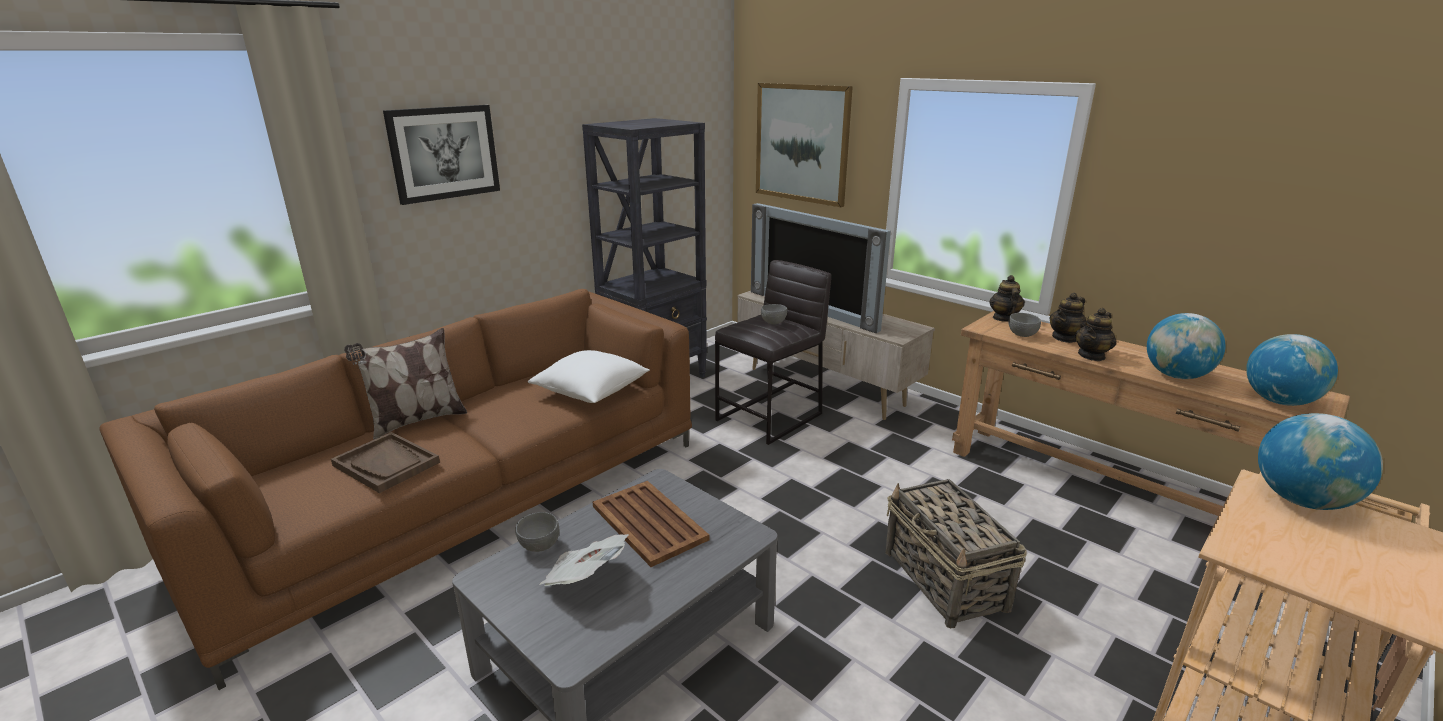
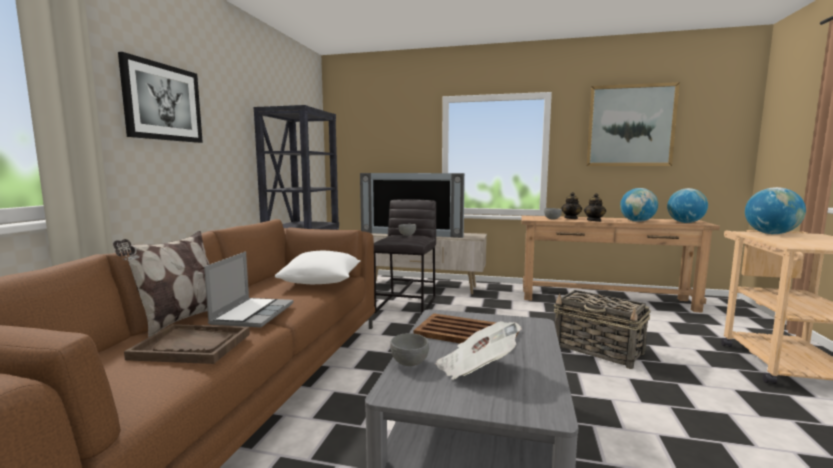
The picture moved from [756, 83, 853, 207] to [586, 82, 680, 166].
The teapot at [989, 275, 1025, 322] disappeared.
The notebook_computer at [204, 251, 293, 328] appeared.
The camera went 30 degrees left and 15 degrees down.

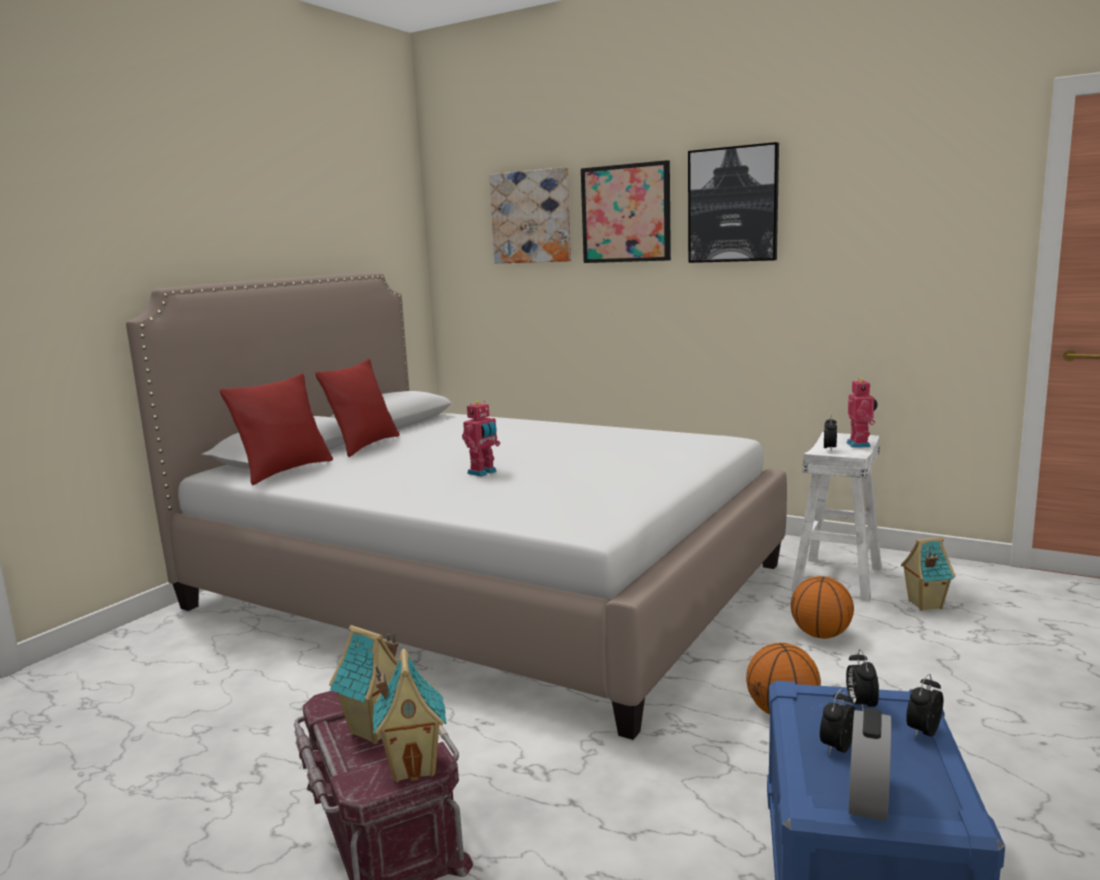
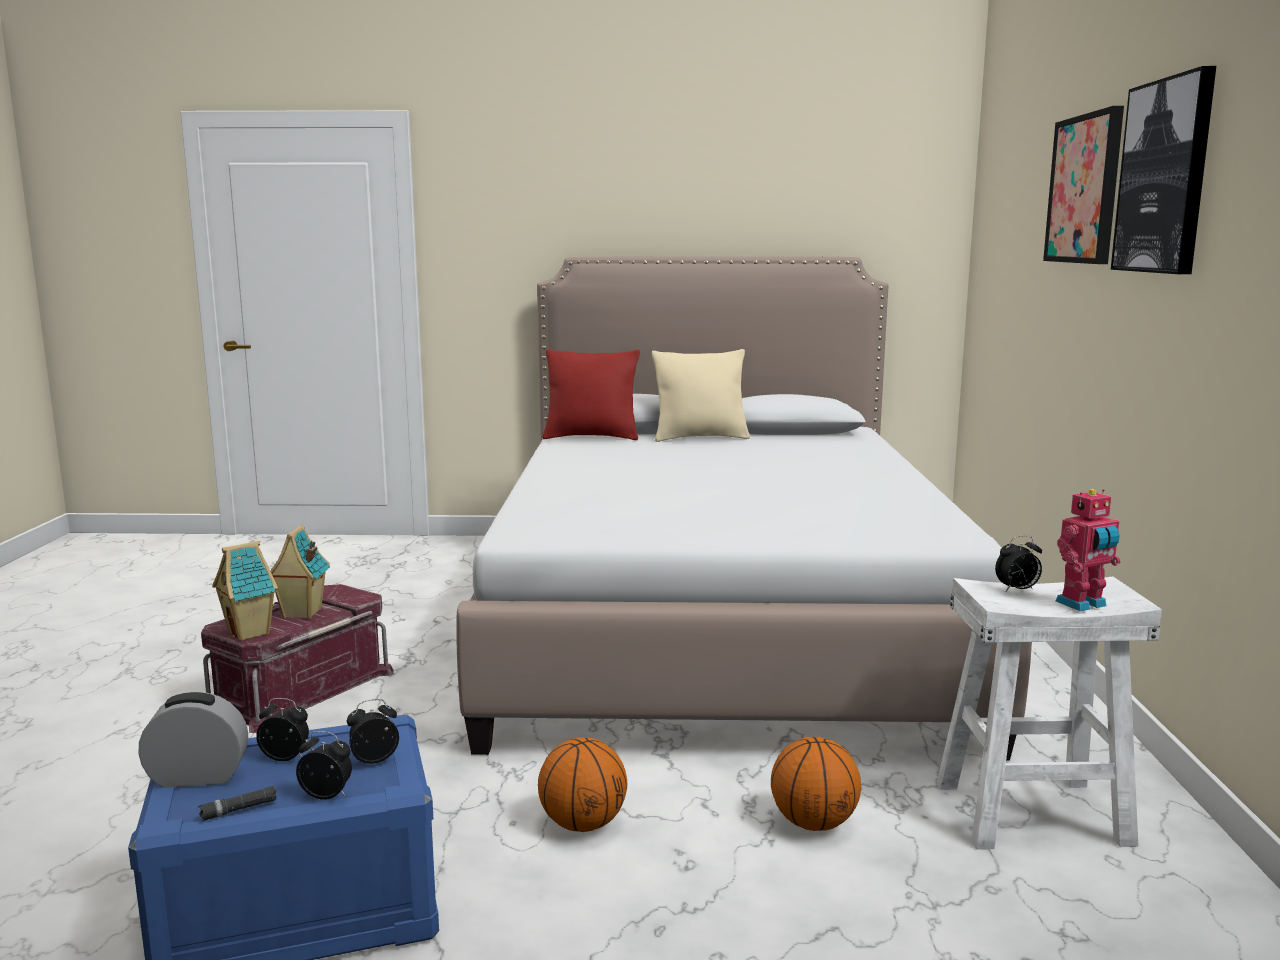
The picture at [489, 167, 571, 264] disappeared.
The reddish_cushion at [315, 359, 400, 457] became the beige_cushion at [652, 349, 750, 442].
The model_robot at [462, 401, 500, 477] disappeared.
The miniature_house at [901, 537, 956, 611] disappeared.
The black-coloured_hand_torch at [199, 786, 277, 821] appeared.
The camera went 60 degrees right and 0 degrees up.

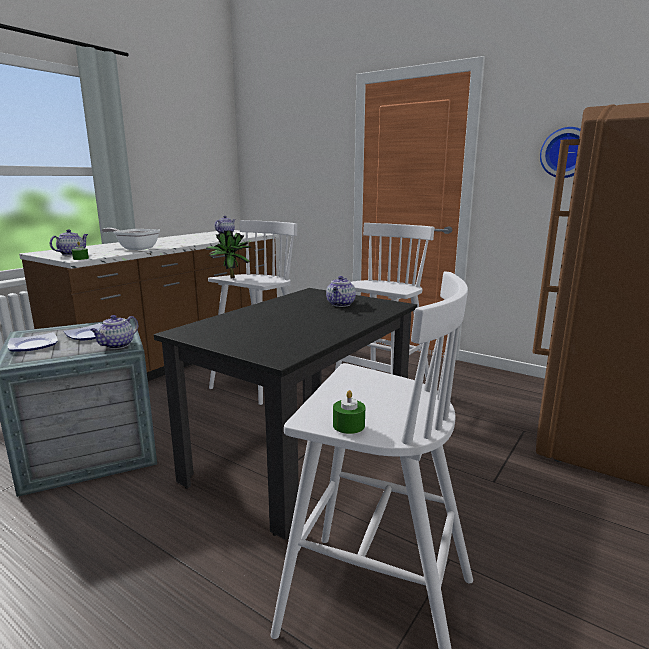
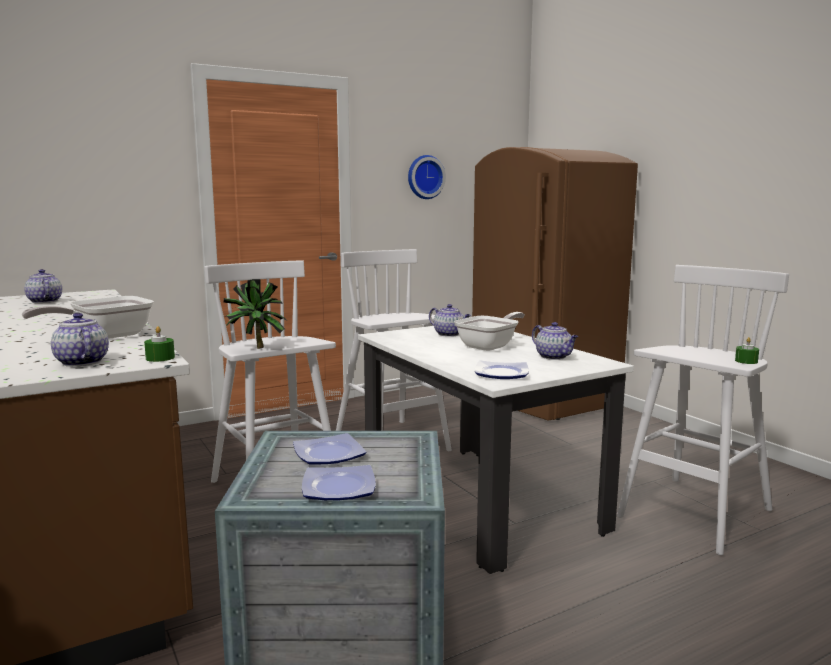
The black-coloured_dining_table at [154, 288, 417, 540] became the white_dining_table at [358, 326, 634, 574].
The teapot moved from [90, 315, 138, 349] to [532, 322, 578, 360].
The skillet at [454, 312, 525, 351] appeared.
The dinner_plate at [475, 360, 529, 379] appeared.
The camera went 65 degrees left and 5 degrees down.

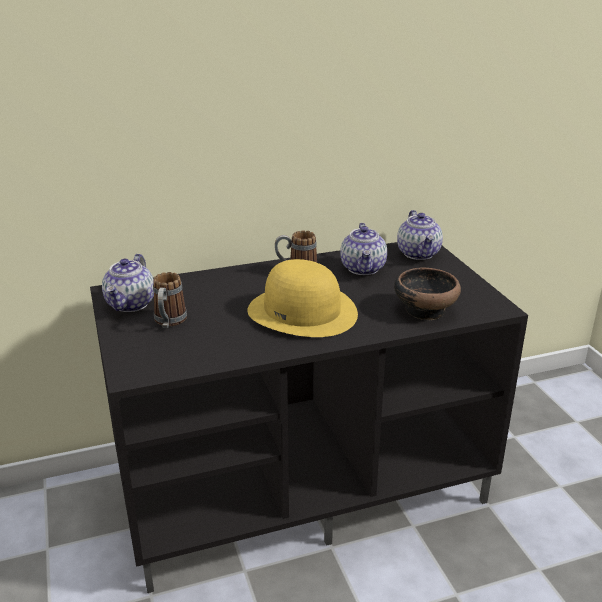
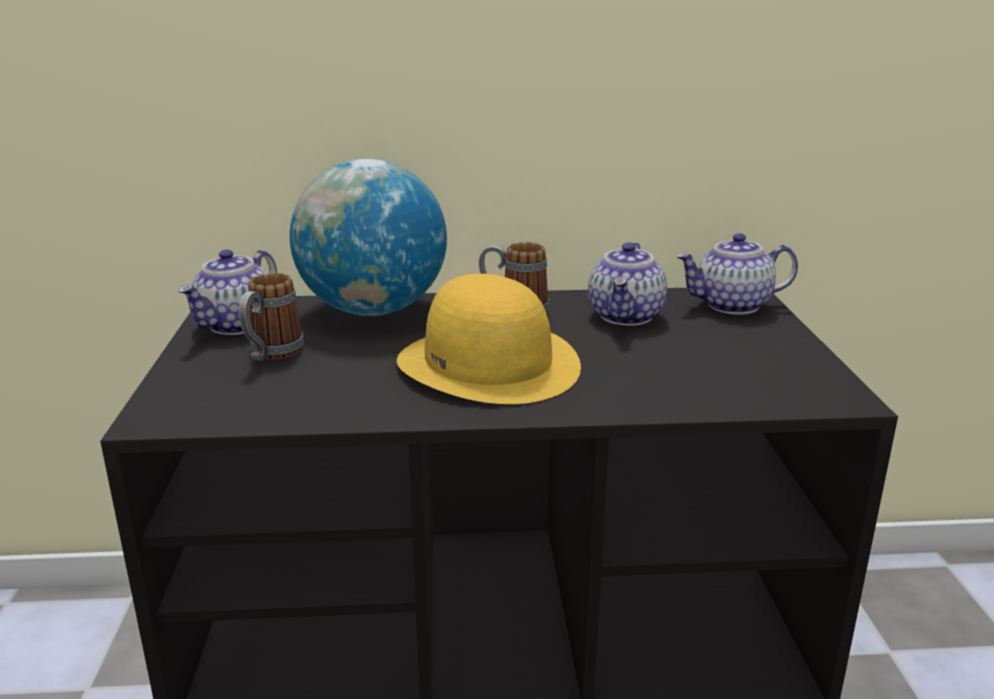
The teapot at [397, 210, 443, 260] turned 75 degrees clockwise.
The serving_bowl at [394, 268, 461, 320] disappeared.
The globe at [290, 159, 447, 316] appeared.
The camera went 15 degrees right and 5 degrees down.

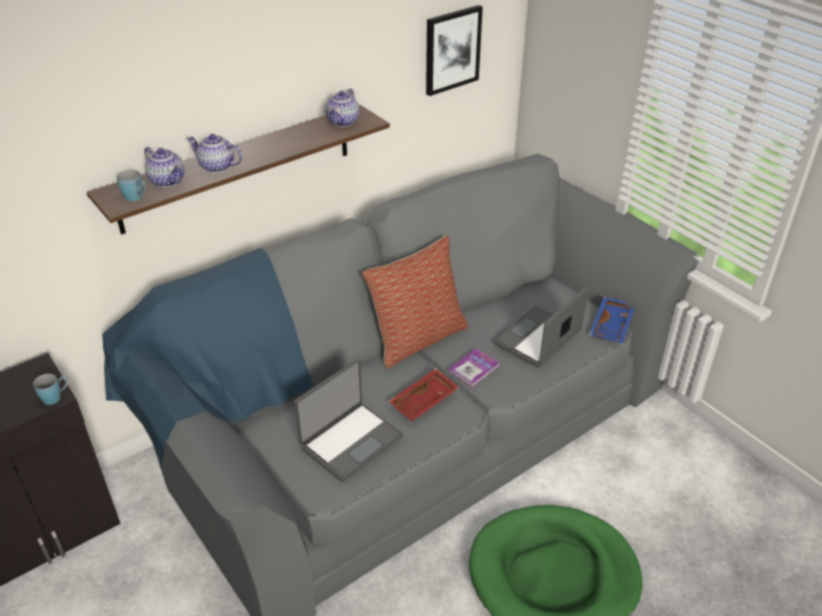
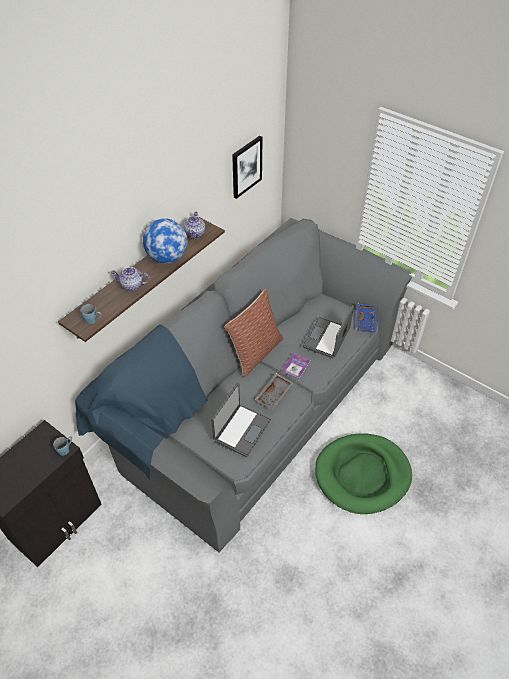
The teapot at [144, 147, 185, 187] disappeared.
The reddish_carrying_tray at [389, 368, 460, 422] became the grey_carrying_tray at [255, 373, 294, 410].
The globe at [143, 218, 188, 264] appeared.
The camera went 15 degrees left and 10 degrees up.

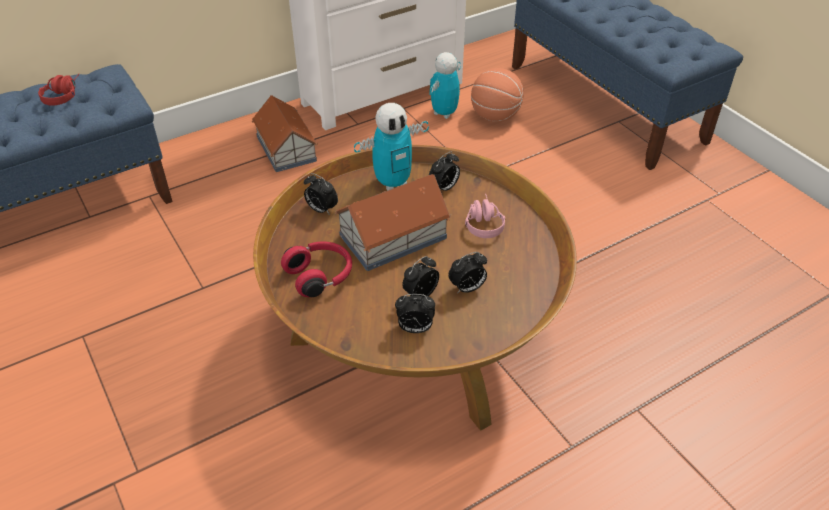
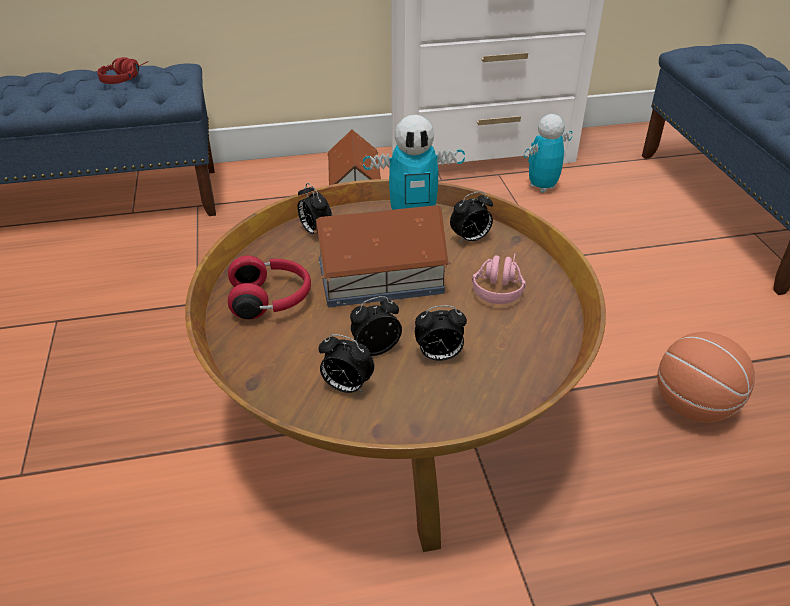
The basketball moved from [471, 68, 524, 122] to [657, 332, 755, 423].
The camera went 20 degrees right and 5 degrees down.

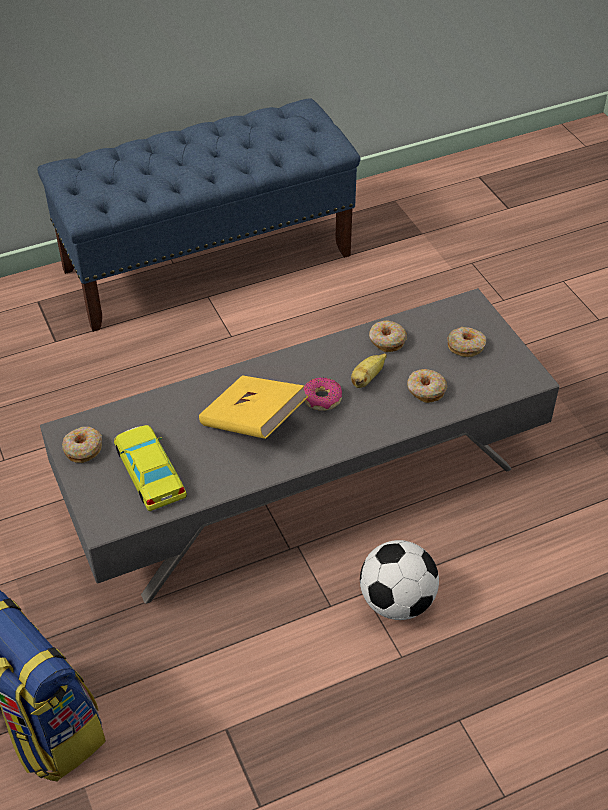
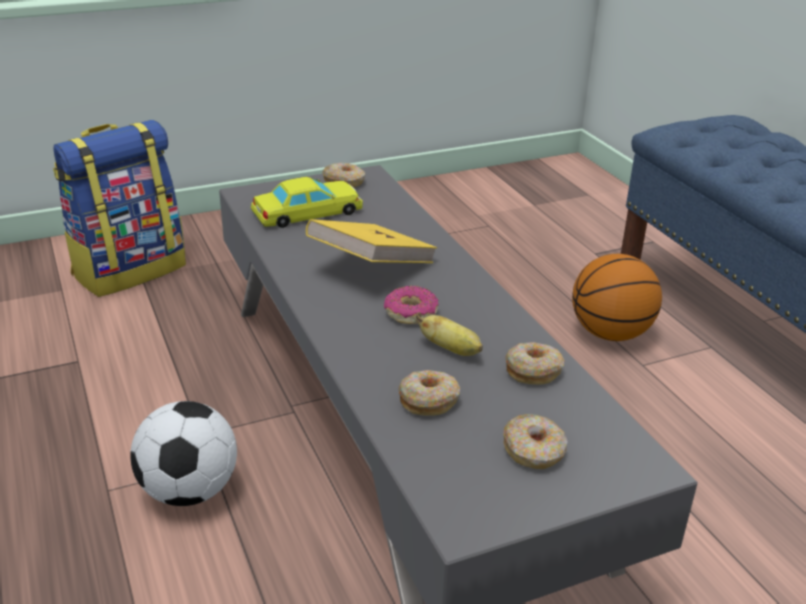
The basketball at [572, 254, 662, 341] appeared.
The camera went 90 degrees right and 15 degrees down.

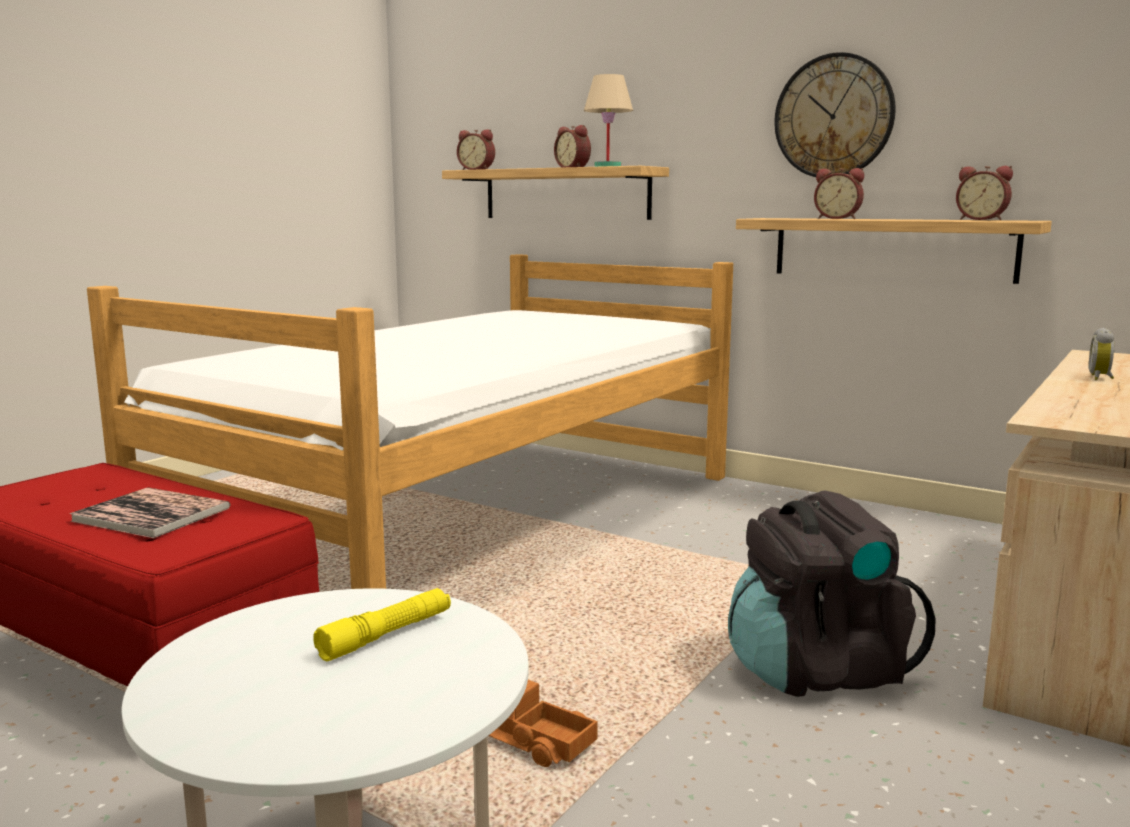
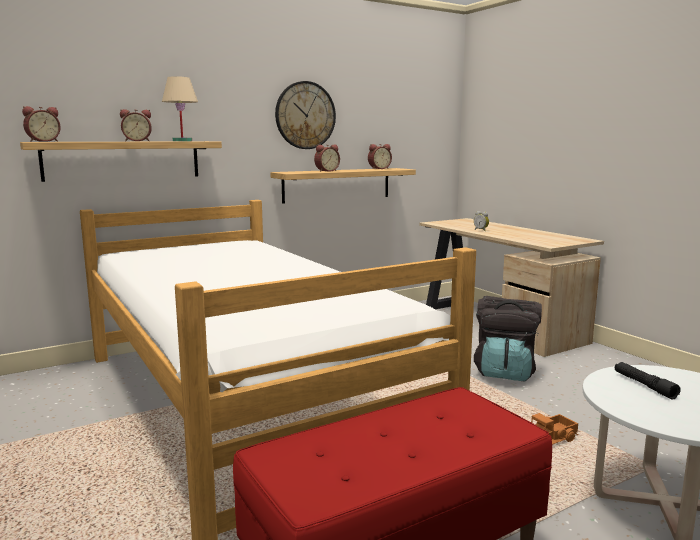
The bound_book at [69, 487, 230, 538] disappeared.
The yellowish_hand_torch at [313, 588, 451, 661] became the black-coloured_hand_torch at [615, 362, 681, 400].
The camera went 65 degrees left and 0 degrees up.

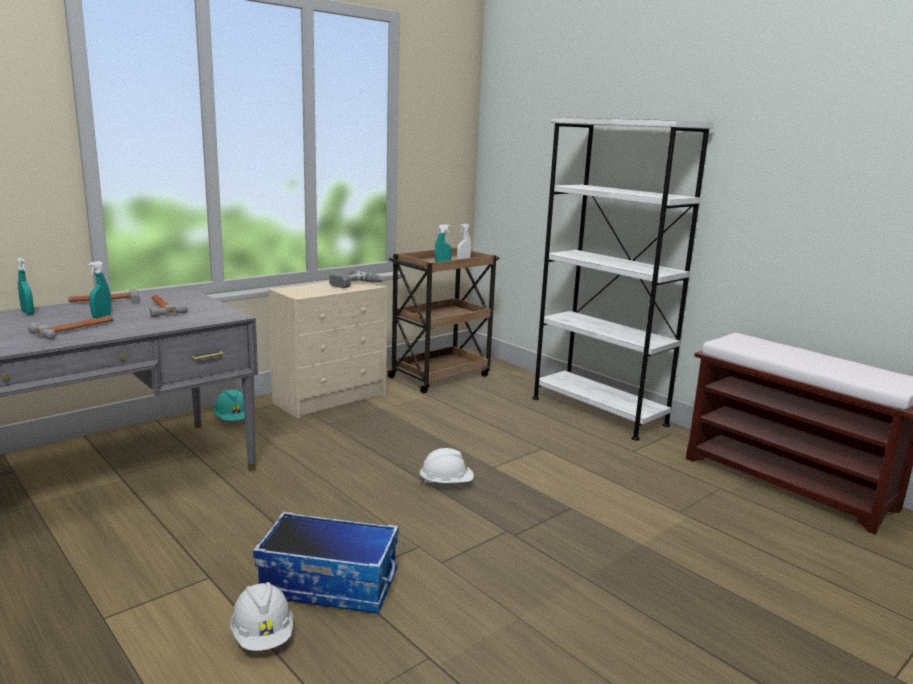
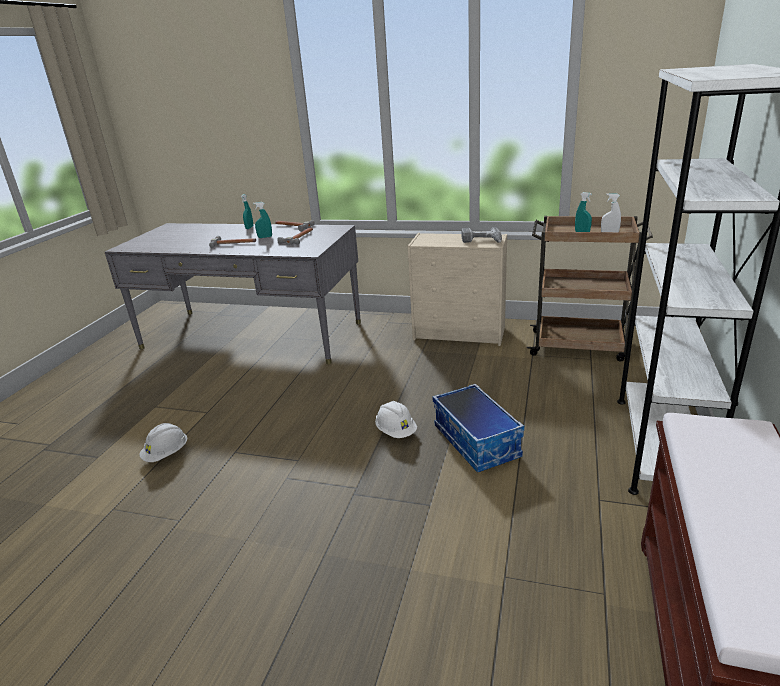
The turquoise_work_helmet at [213, 389, 245, 421] disappeared.
The storage_box moved from [253, 512, 399, 613] to [433, 384, 524, 472].
The camera went 60 degrees right and 10 degrees up.

